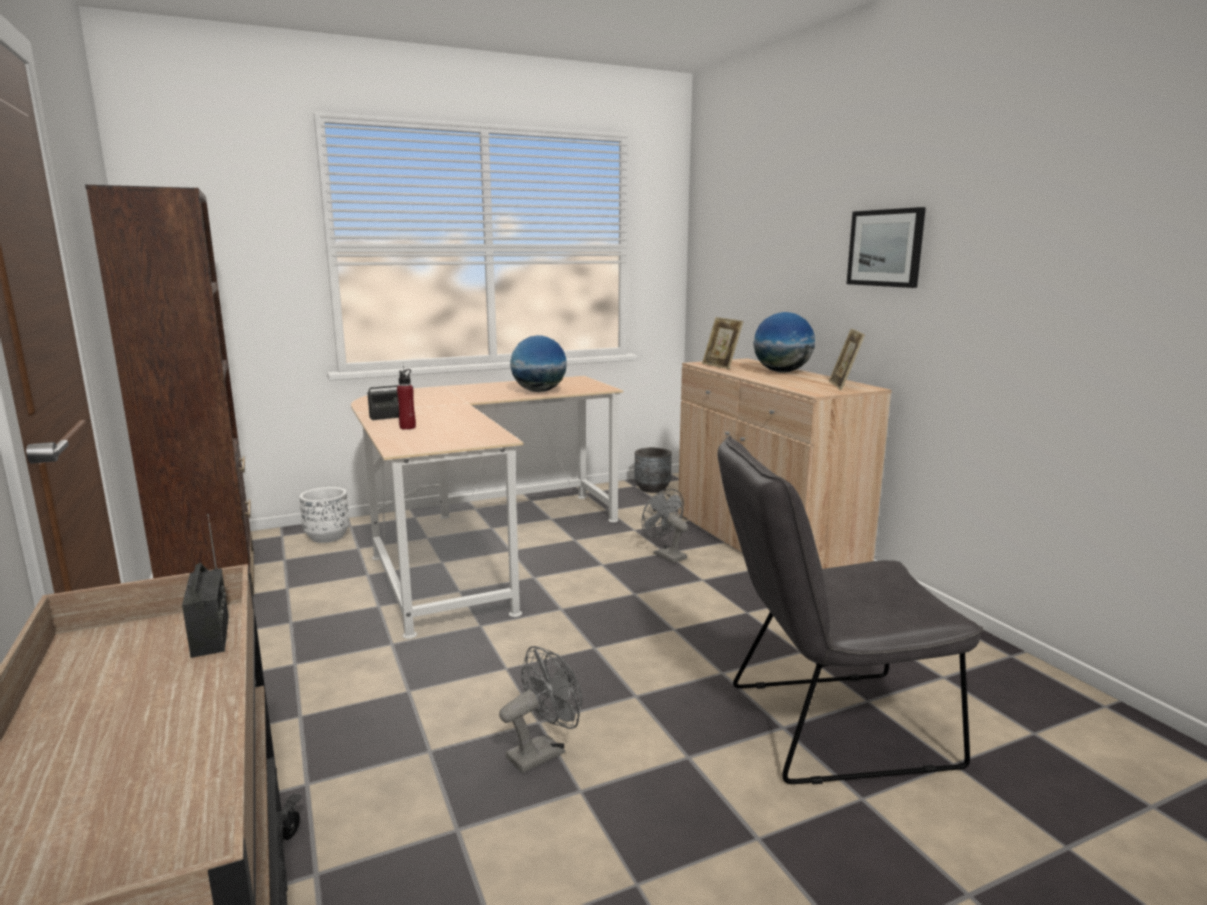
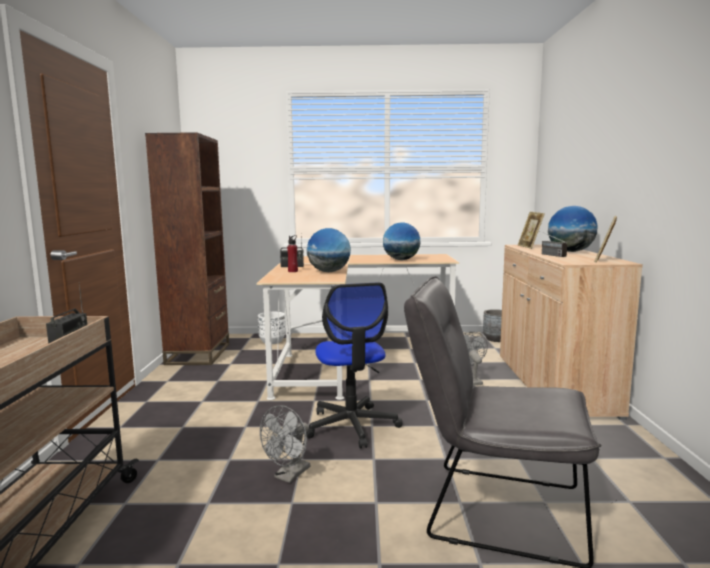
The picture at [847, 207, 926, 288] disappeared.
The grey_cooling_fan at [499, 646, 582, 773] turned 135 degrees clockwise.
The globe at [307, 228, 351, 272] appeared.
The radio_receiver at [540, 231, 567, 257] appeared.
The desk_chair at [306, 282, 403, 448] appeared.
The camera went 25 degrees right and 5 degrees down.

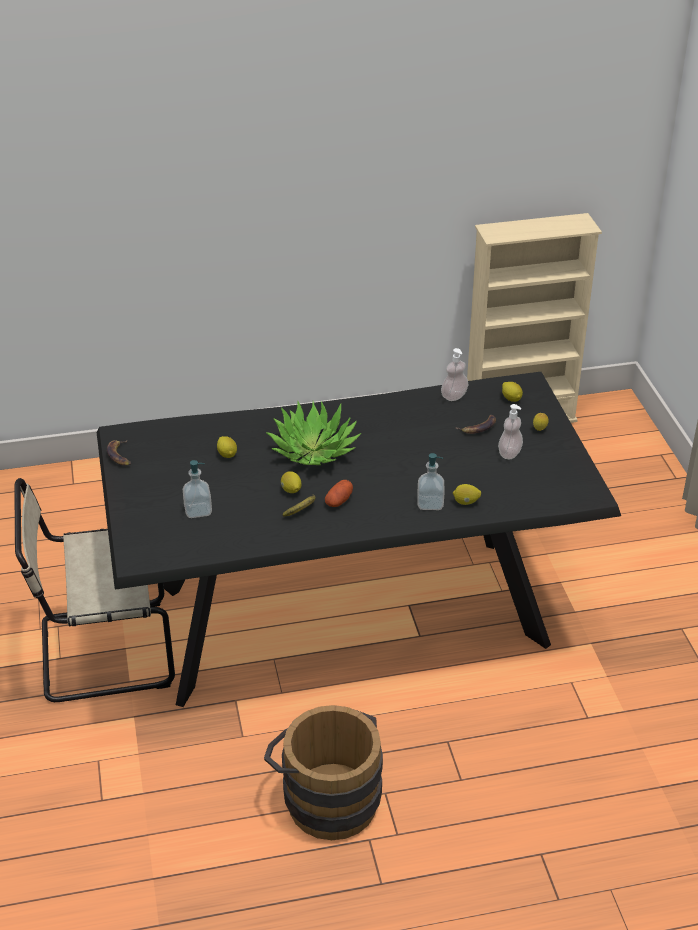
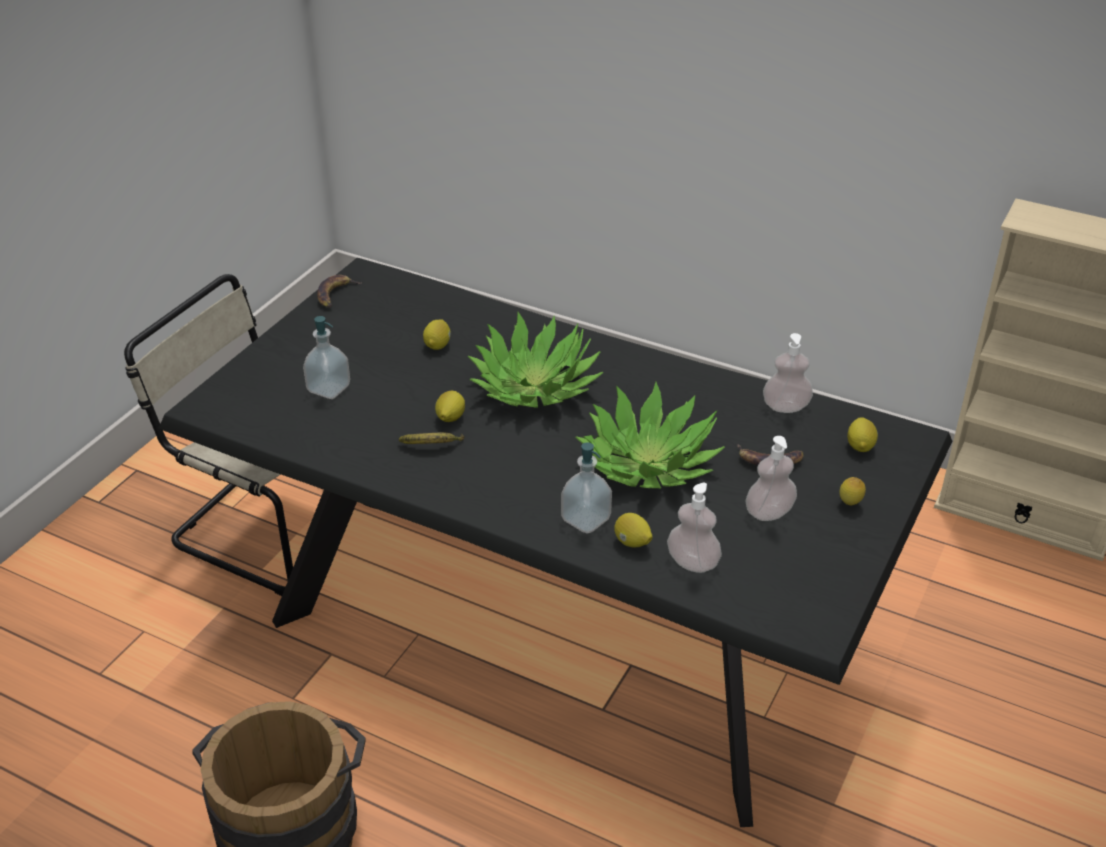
The potato at [325, 480, 353, 507] disappeared.
The plant_in_a_pot at [575, 382, 725, 488] appeared.
The soap_dispenser at [667, 483, 722, 573] appeared.
The camera went 40 degrees right and 0 degrees up.

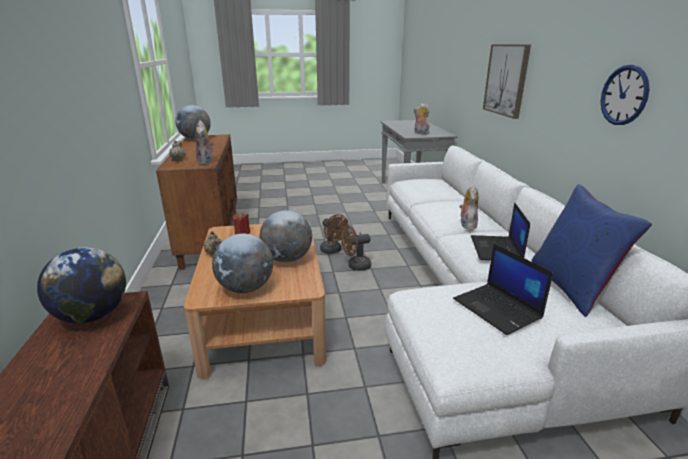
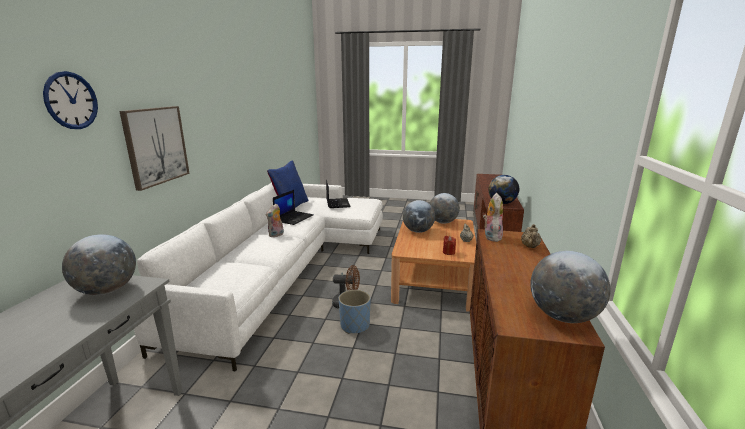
The wall_clock moved from [601, 65, 650, 125] to [43, 71, 98, 129].
The plush_toy at [413, 103, 430, 135] was replaced by the globe at [62, 234, 136, 295].
The brownish_cooling_fan at [320, 214, 349, 254] was replaced by the blue_plant_pot at [339, 290, 371, 334].
The camera went 160 degrees left and 5 degrees down.

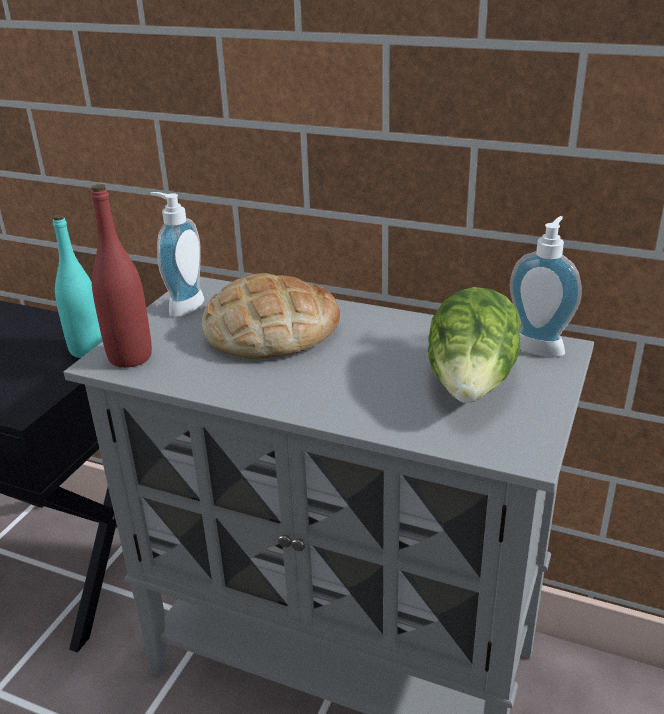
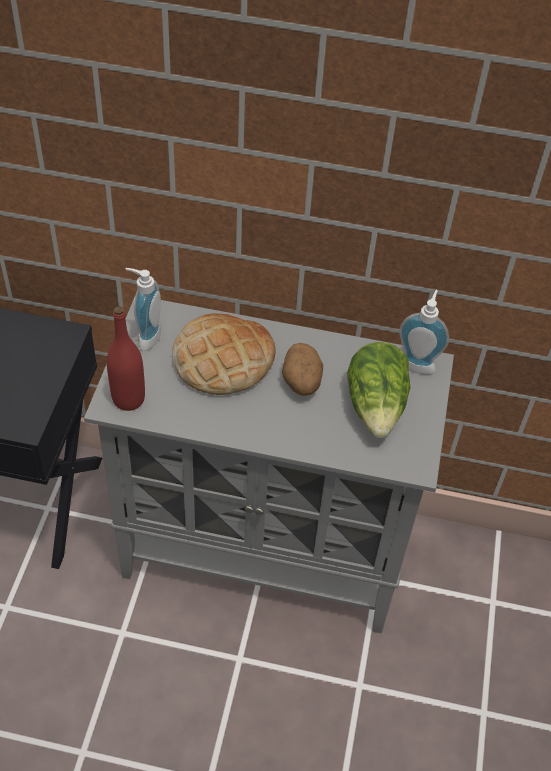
The turquoise_drink_bottle at [53, 214, 102, 358] disappeared.
The potato at [282, 343, 323, 396] appeared.
The camera went 15 degrees left and 20 degrees up.

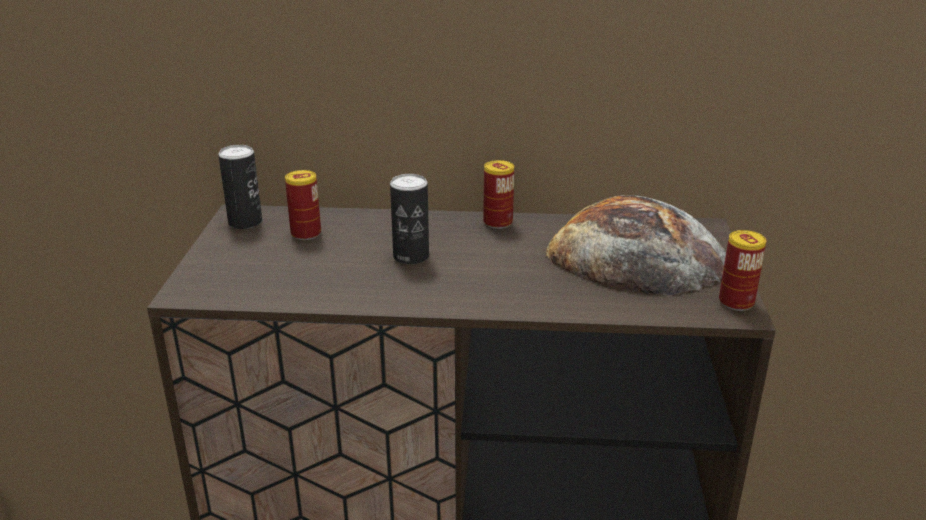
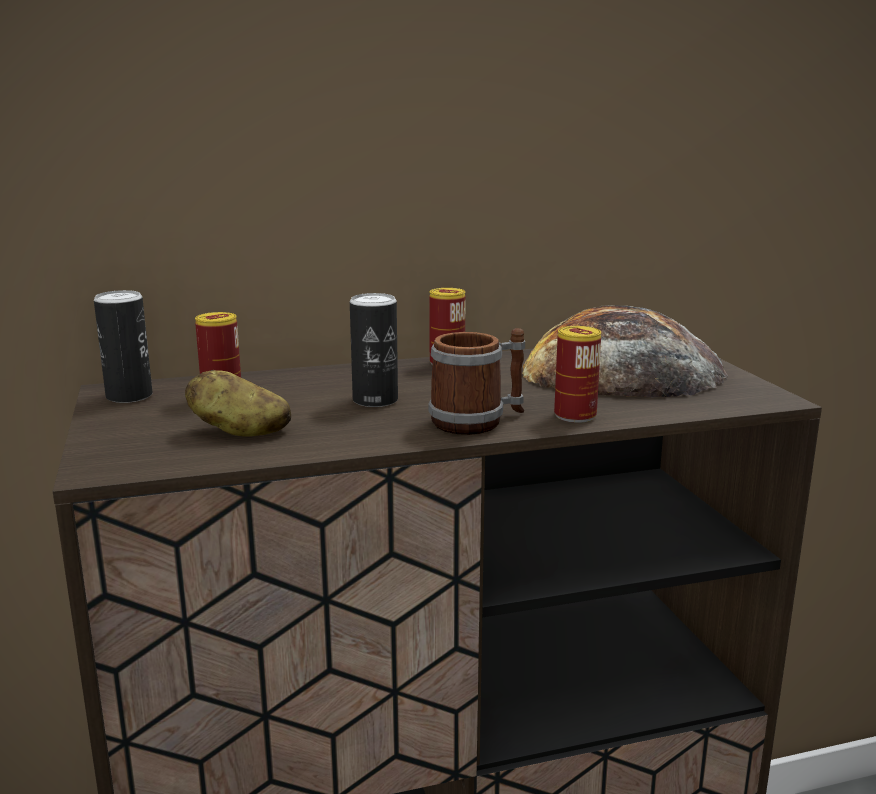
The metal_can moved from [719, 230, 766, 311] to [554, 326, 601, 423].
The mug at [428, 328, 525, 435] appeared.
The potato at [185, 370, 291, 437] appeared.
The camera went 20 degrees left and 10 degrees down.

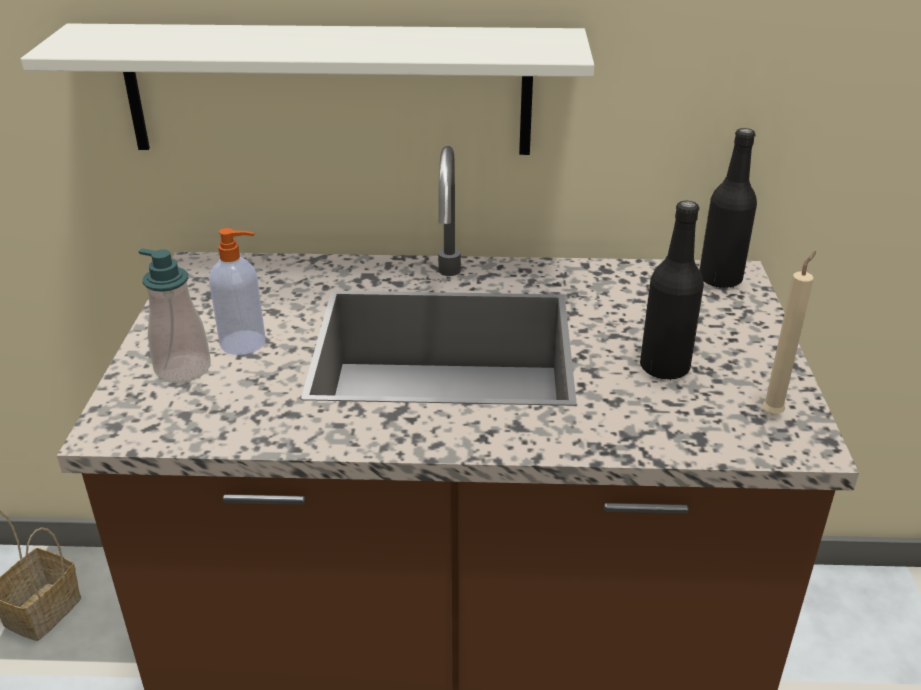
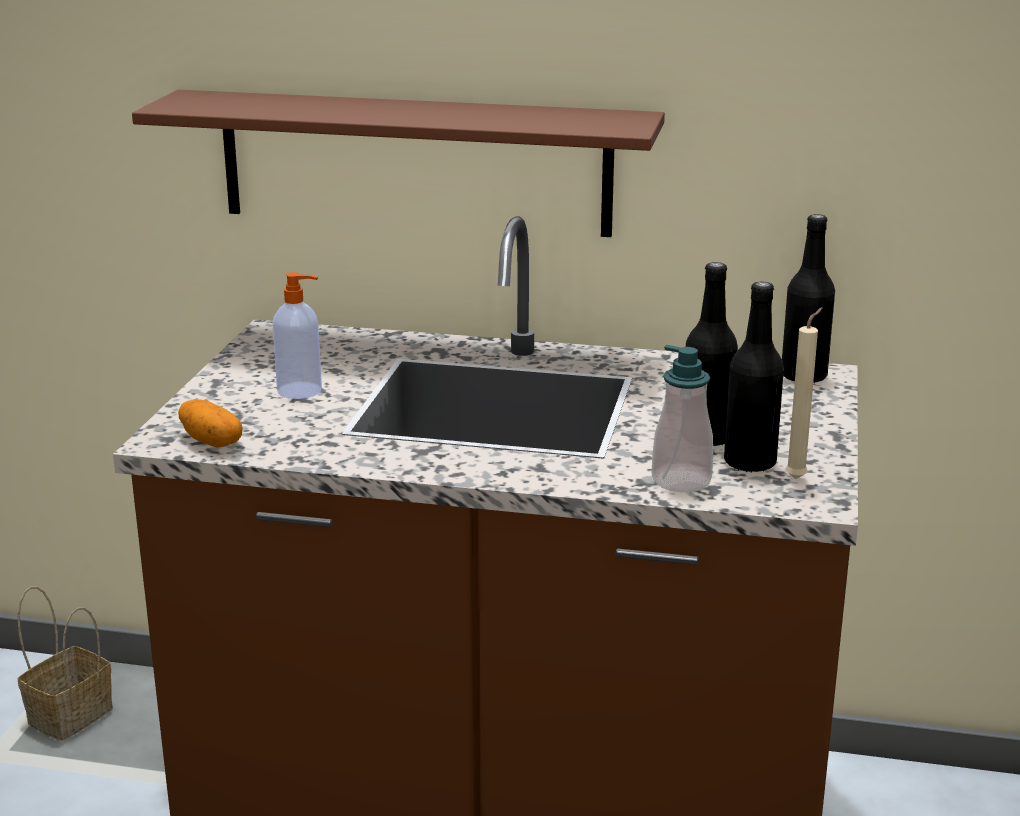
The white_bracket_shelf at [21, 23, 594, 155] became the brownish_bracket_shelf at [132, 90, 665, 237].
The soap_dispenser moved from [138, 248, 211, 383] to [652, 345, 713, 492].
The black-coloured_drink_bottle at [724, 281, 784, 473] appeared.
The potato at [178, 399, 243, 448] appeared.
The camera went 10 degrees right and 10 degrees down.

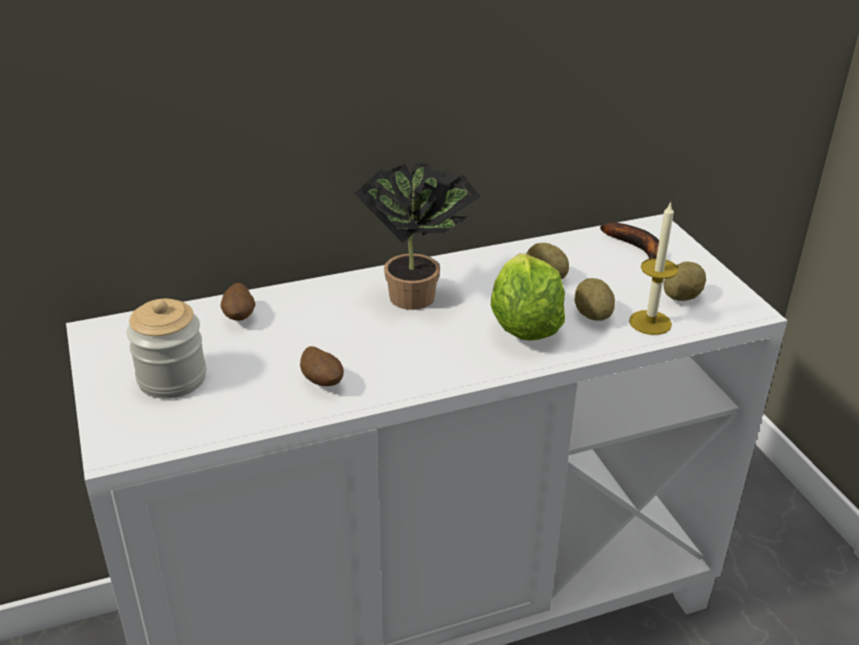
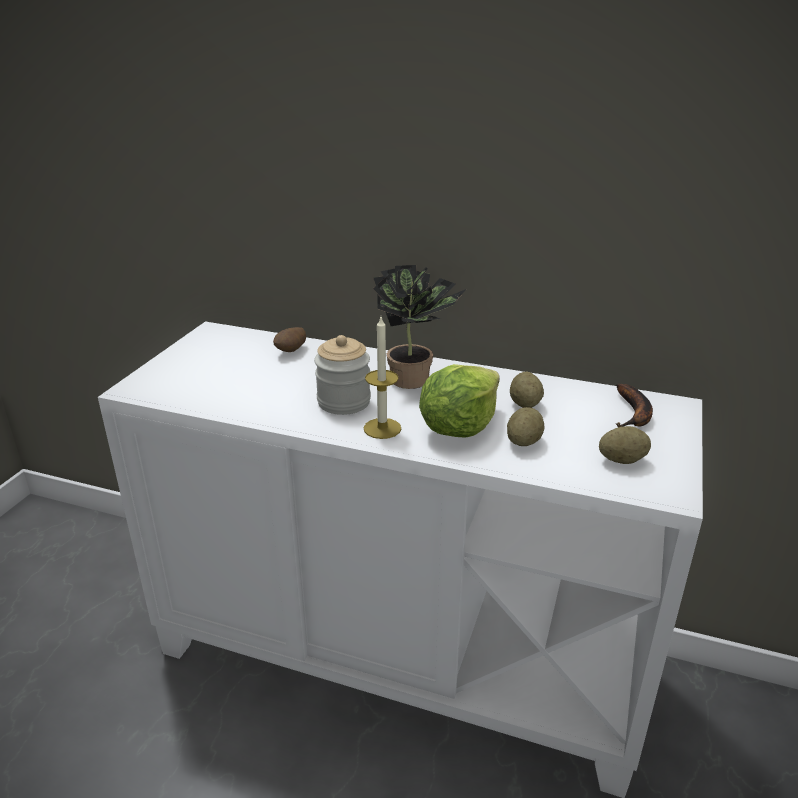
The wax_candle moved from [629, 201, 678, 335] to [364, 317, 401, 439].
The preserve_jar moved from [127, 299, 206, 399] to [314, 335, 371, 415].
The potato at [300, 346, 344, 386] disappeared.
The camera went 40 degrees right and 5 degrees down.

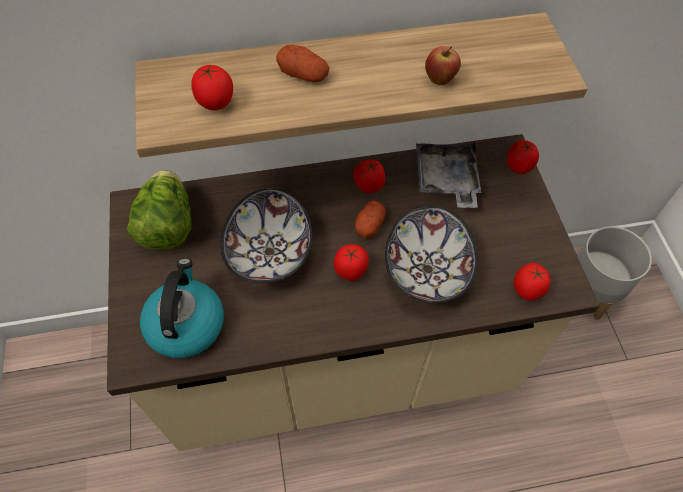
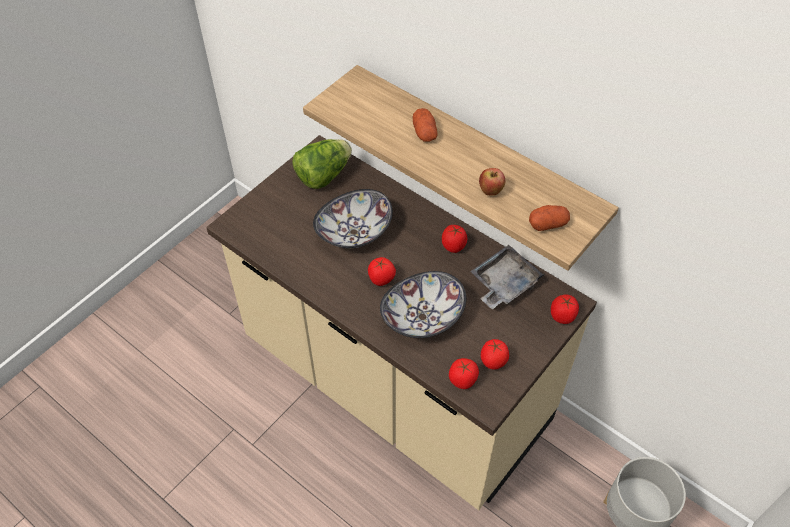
The fresh_tomato moved from [191, 64, 233, 110] to [481, 339, 509, 370].
The potato moved from [355, 200, 386, 239] to [529, 205, 570, 231].
The water_kettle at [140, 258, 224, 358] disappeared.
The camera went 50 degrees right and 5 degrees down.

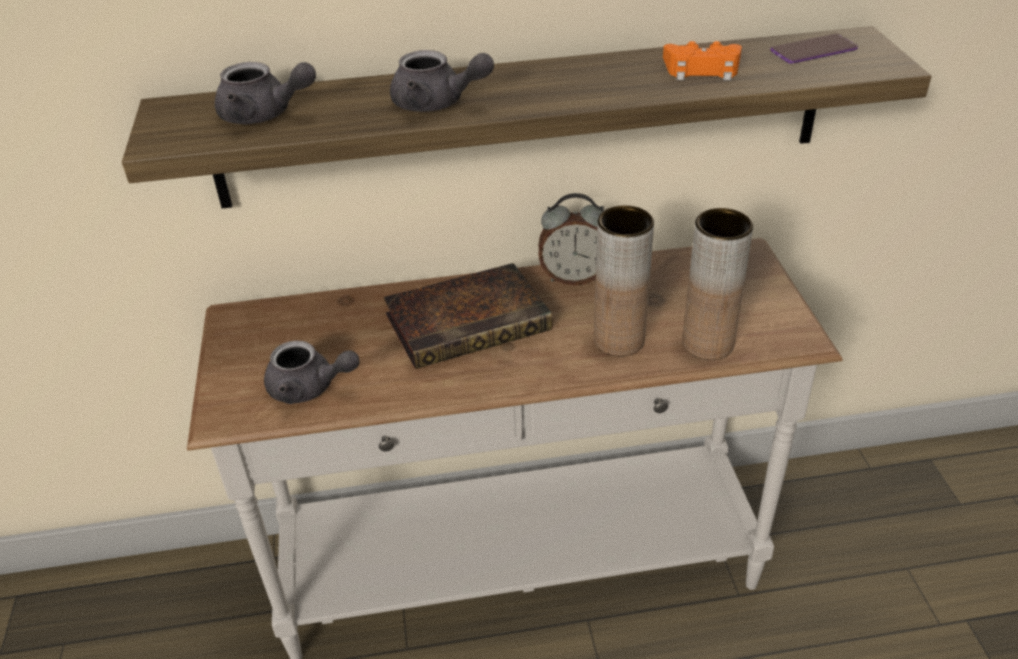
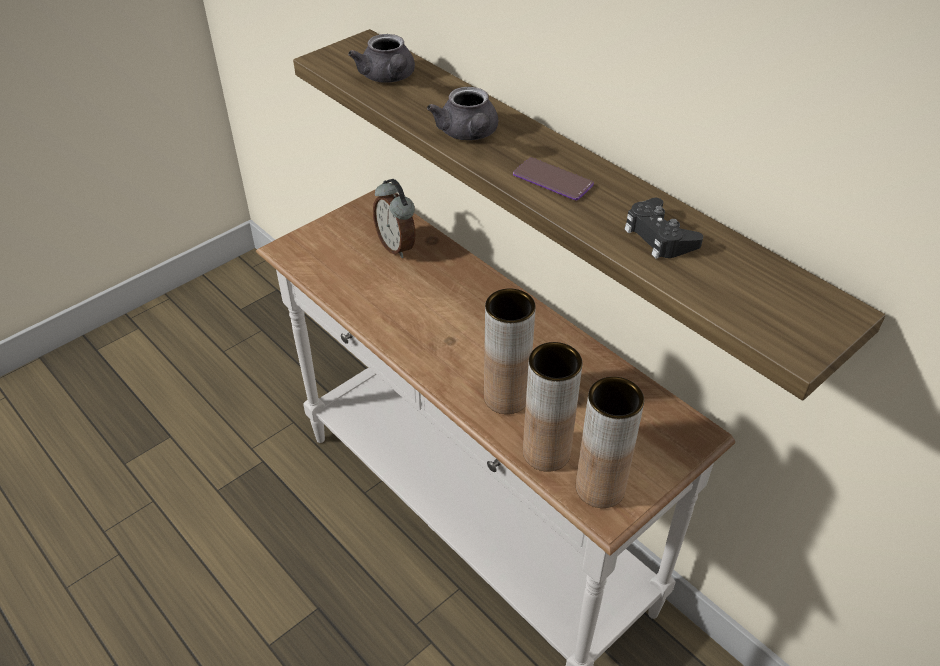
The handset moved from [770, 34, 858, 64] to [513, 158, 594, 200].
The orange-coloured_gamepad at [663, 41, 742, 80] became the black-coloured_gamepad at [624, 198, 703, 259].
The table_clock moved from [538, 193, 605, 285] to [373, 179, 416, 258].
The bound_book at [384, 263, 552, 369] disappeared.
The grey_teapot at [264, 341, 360, 404] disappeared.
The brownish_vase at [576, 377, 644, 508] appeared.
The camera went 55 degrees right and 5 degrees up.

